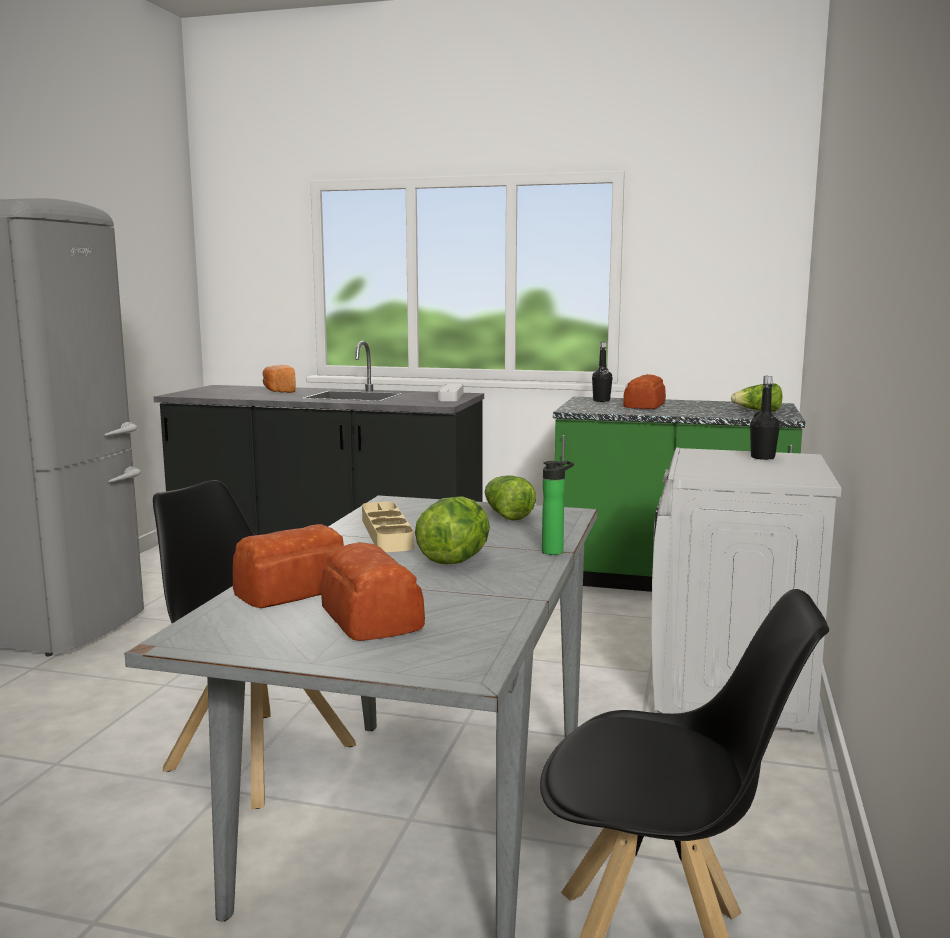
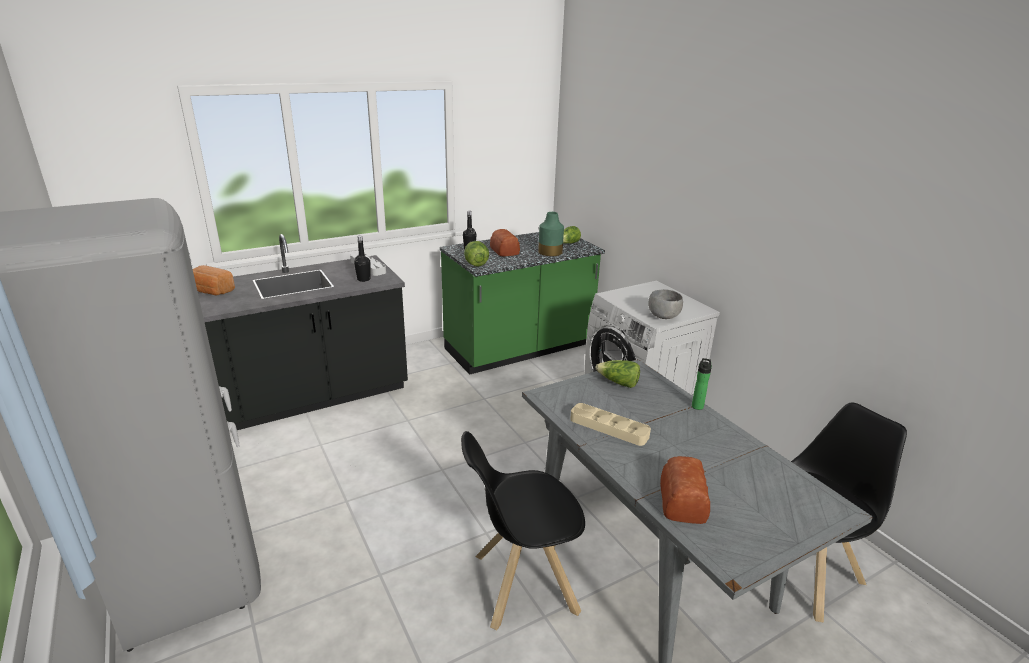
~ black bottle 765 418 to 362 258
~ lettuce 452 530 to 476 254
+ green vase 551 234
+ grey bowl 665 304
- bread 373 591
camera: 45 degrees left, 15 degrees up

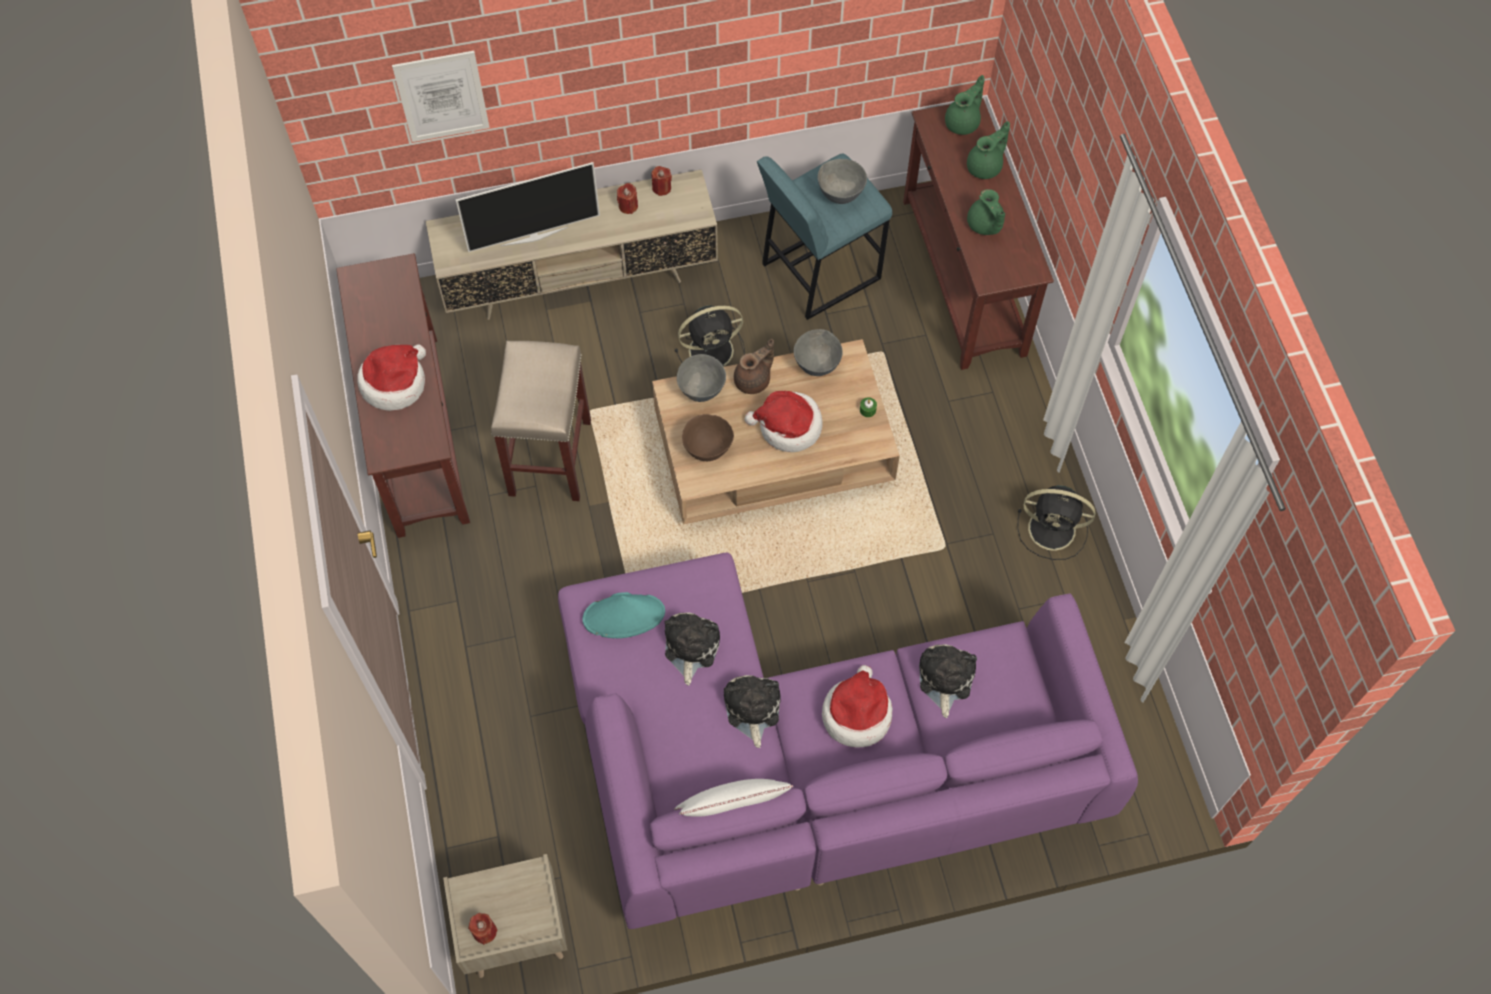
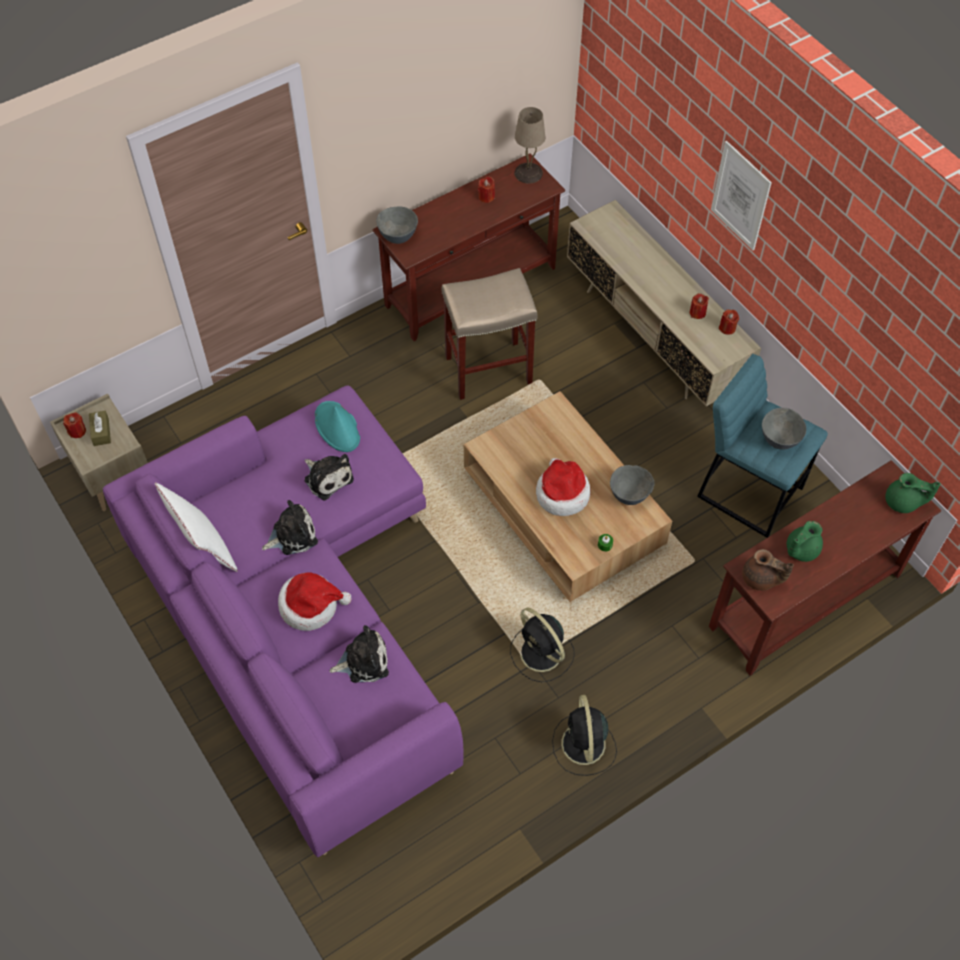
+ brown tissue box 100 428
~ plush toy 692 649 = 329 477 60 degrees clockwise
~ grey bowl 701 378 to 397 225
+ red candle 486 189
~ black fan 710 336 to 542 645
+ beige table lamp 530 145
~ picture 441 96 to 741 195
~ brown teapot 754 366 to 768 570
- hat 391 377
- television 528 207
- brown bowl 708 437
- green teapot 988 150
camera: 70 degrees right, 5 degrees down

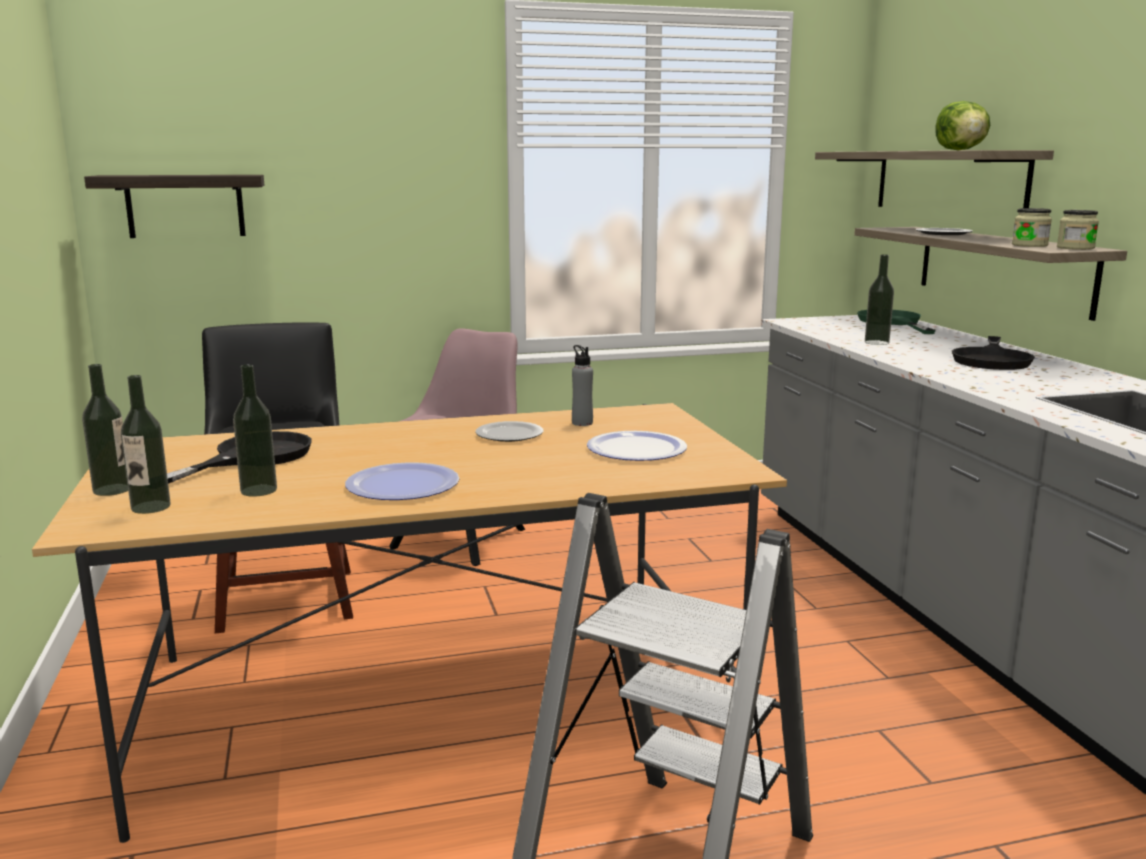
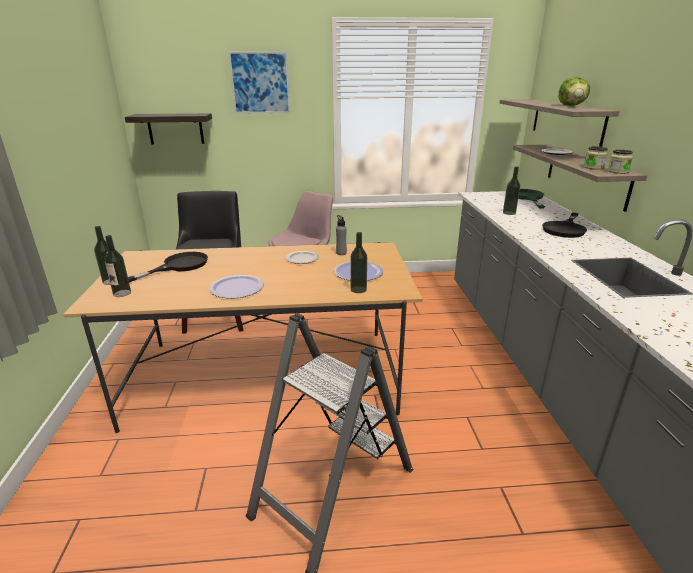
+ picture 259 82
~ bottle 255 430 to 358 262
camera: 10 degrees right, 10 degrees up

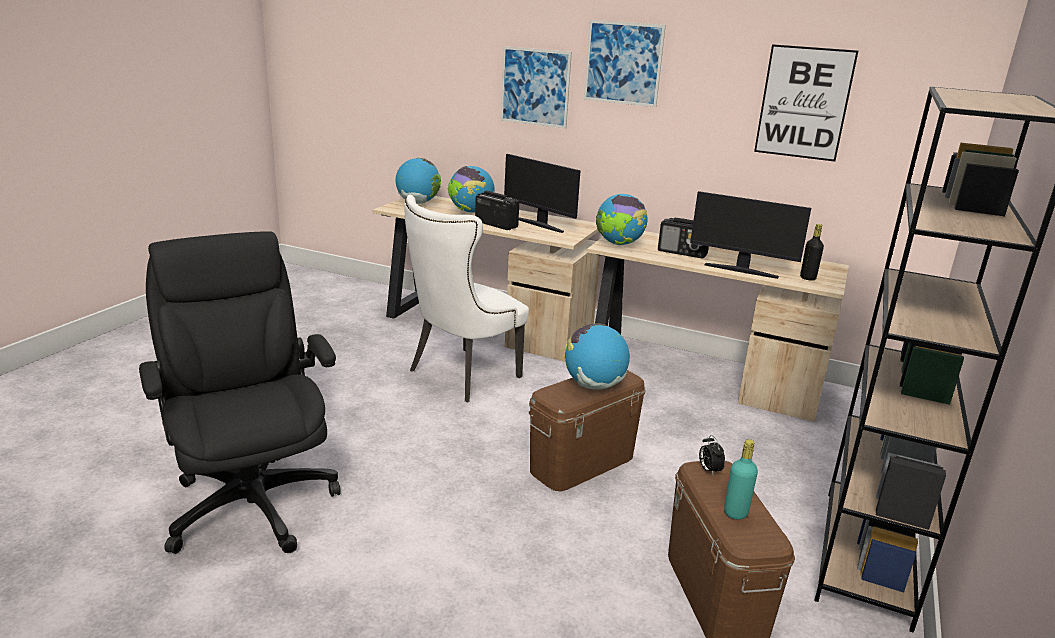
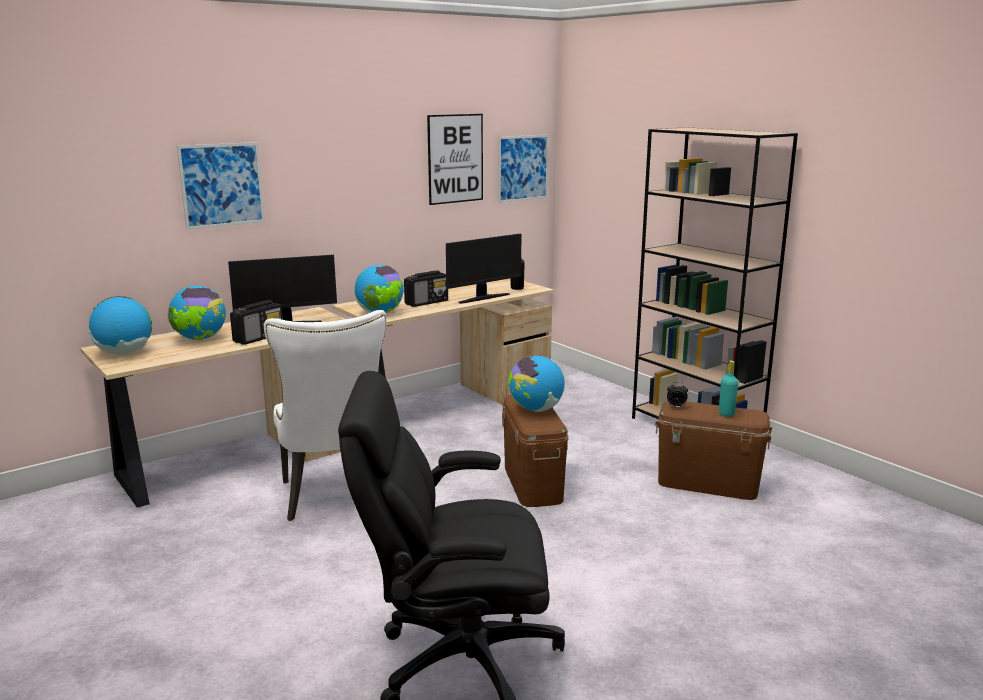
~ radio 497 210 = 256 322 150 degrees clockwise
~ picture 625 63 to 523 169
camera: 60 degrees left, 5 degrees down

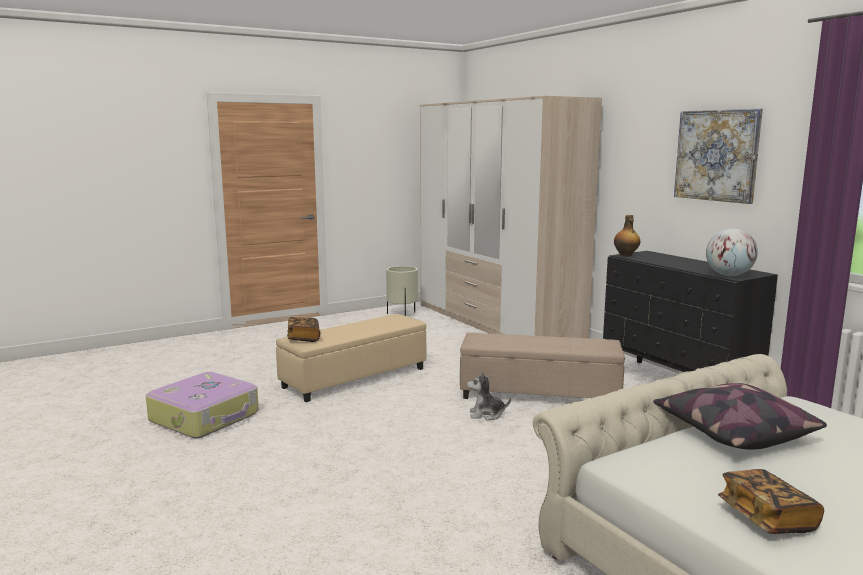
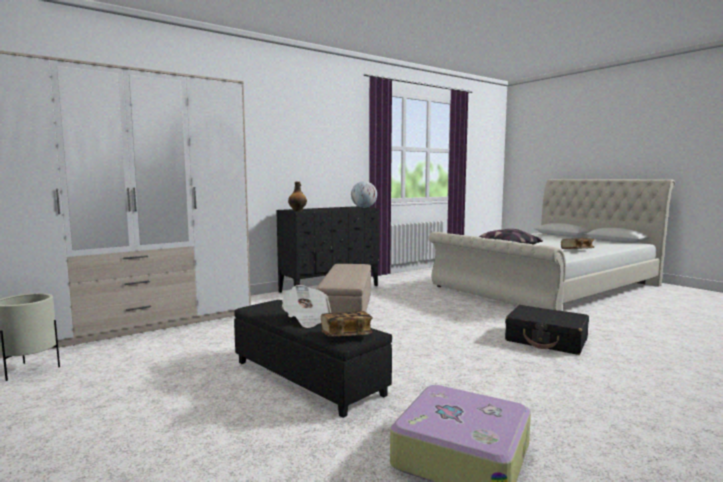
~ beige ottoman 351 358 to black ottoman 313 359
+ newspaper 306 306
+ black suitcase 547 330
- plush toy 489 396
- picture 718 156
camera: 95 degrees left, 5 degrees down

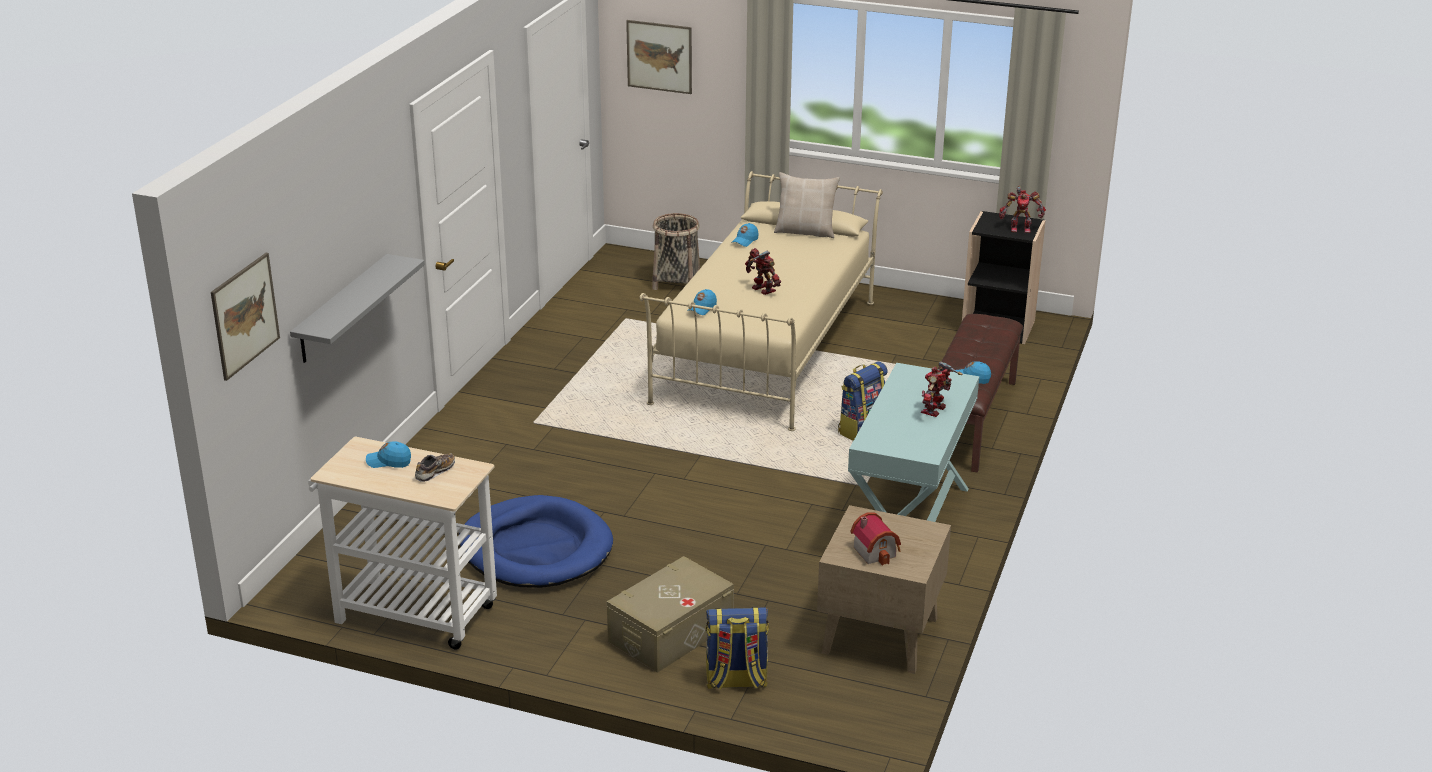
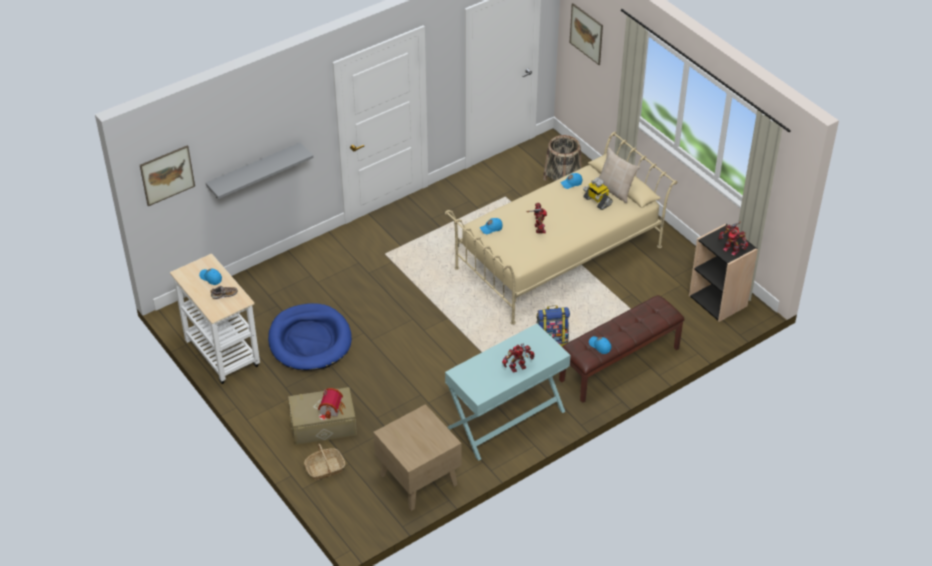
~ backpack 737 648 to basket 324 462
~ toy house 875 539 to 331 403
+ toy robot 598 193
camera: 35 degrees right, 15 degrees up

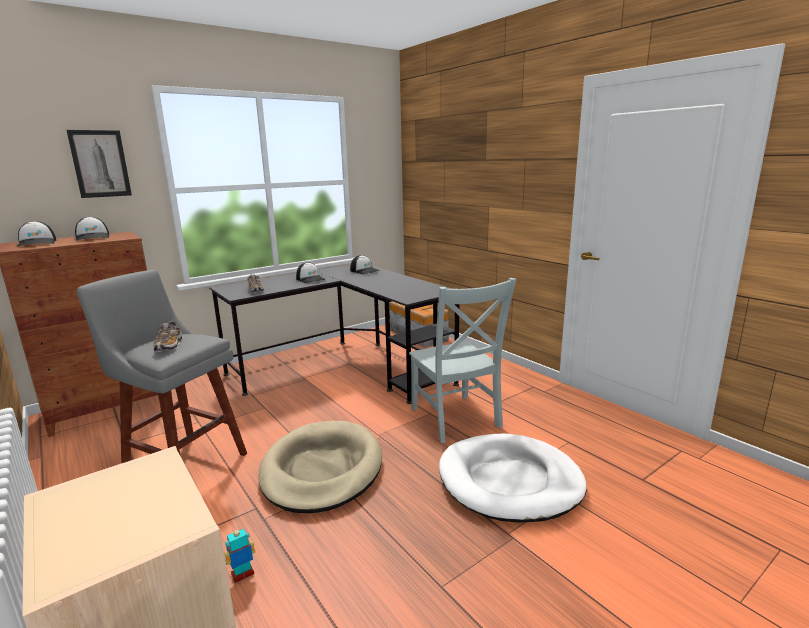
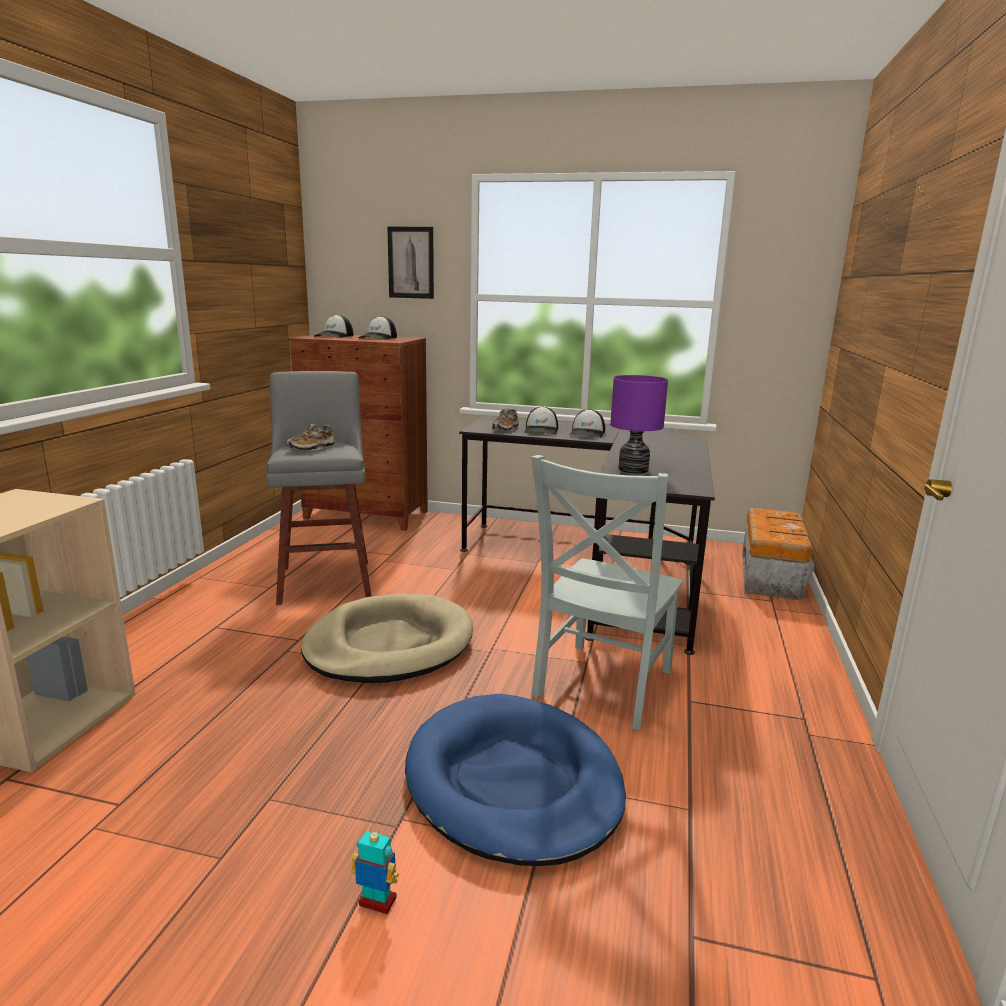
~ toy robot 240 554 to 375 870
~ white dog bed 513 478 to blue dog bed 515 780
~ cap 365 264 to 541 420
+ purple table lamp 639 424
camera: 50 degrees right, 0 degrees up

